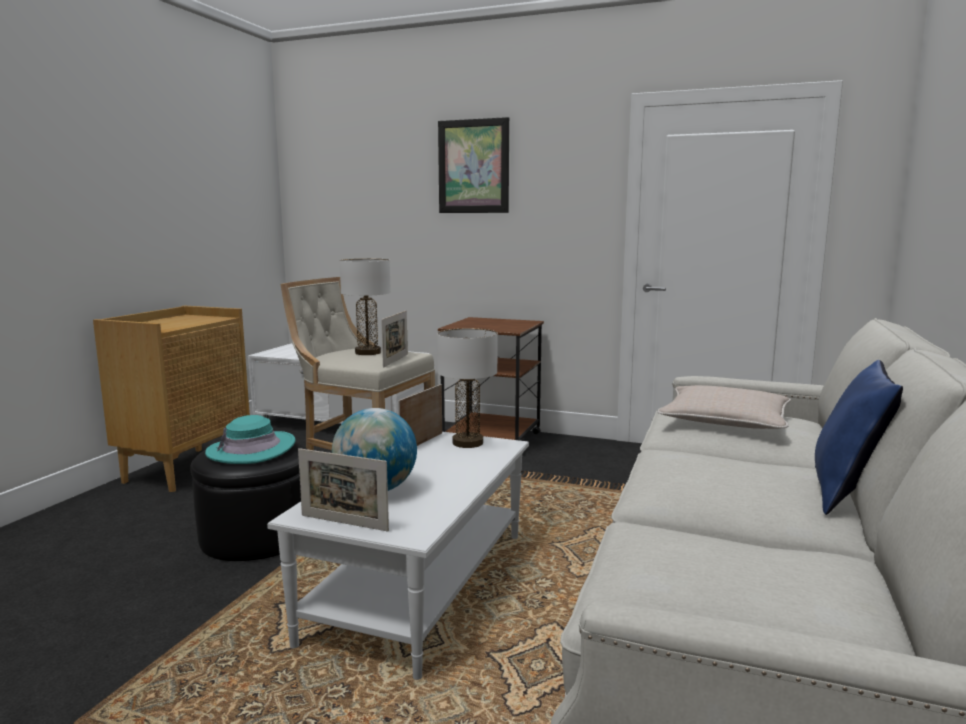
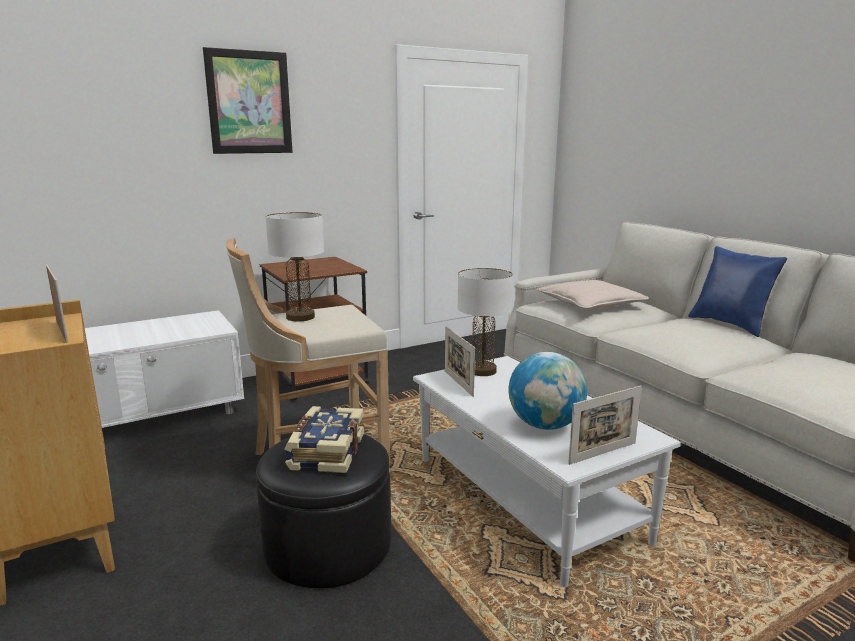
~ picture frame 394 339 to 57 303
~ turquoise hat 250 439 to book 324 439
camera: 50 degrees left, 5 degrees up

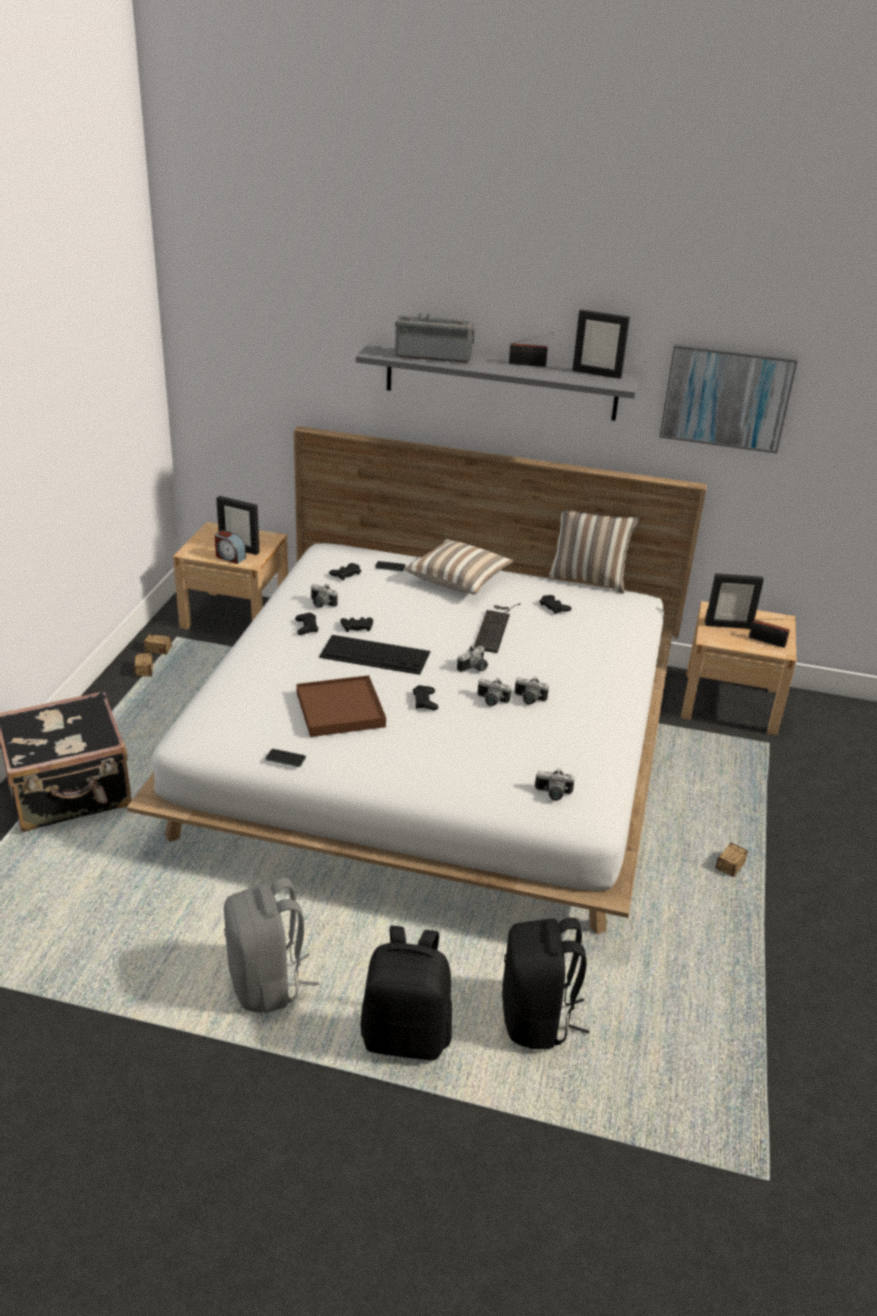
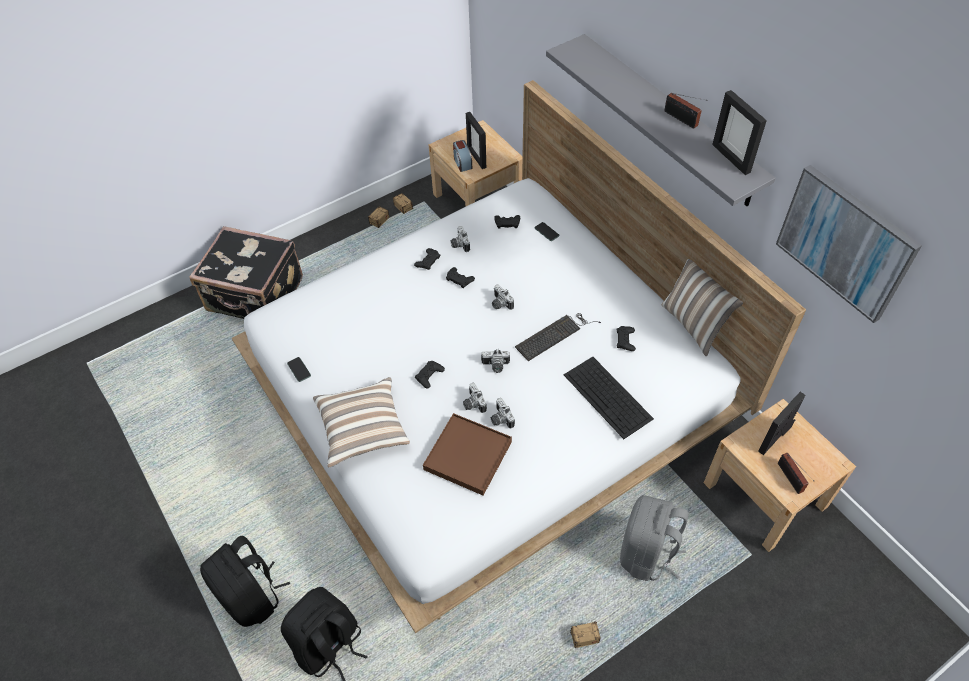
~ pillow 459 567 to 361 422
~ brown tray 341 706 to 467 454
~ photo camera 554 784 to 503 297
~ keyboard 374 655 to 609 398
~ grey backpack 271 945 to 654 538
~ picture frame 734 601 = 782 423 90 degrees clockwise
- radio 435 338
camera: 45 degrees right, 20 degrees up

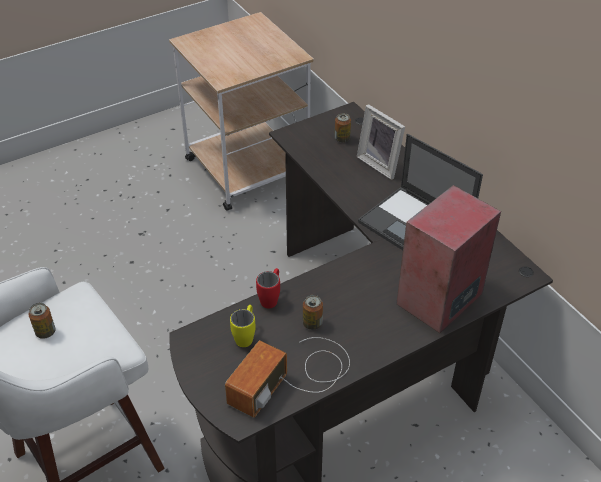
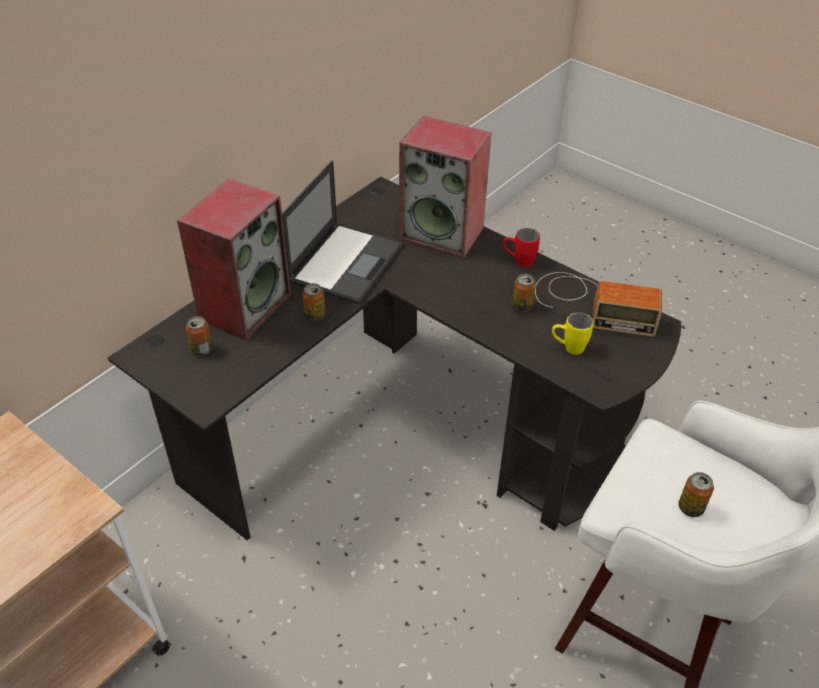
~ picture frame 381 142 to speaker 234 259
+ can 314 302
~ red mug 268 288 to 521 247
camera: 110 degrees left, 0 degrees up

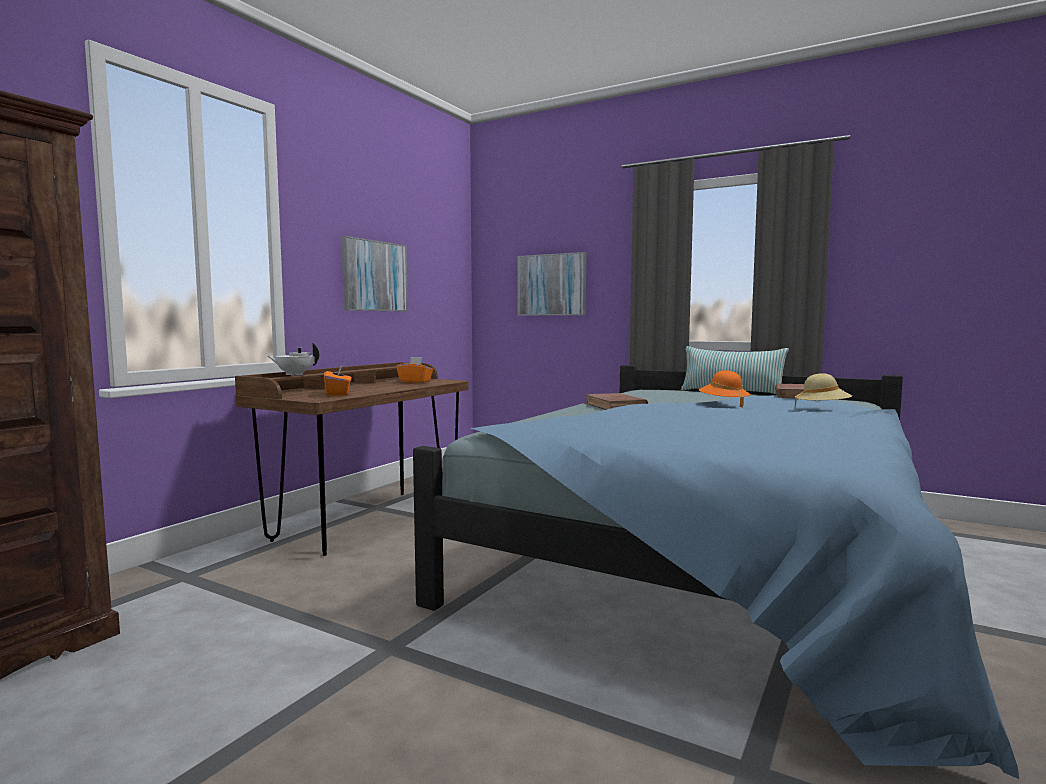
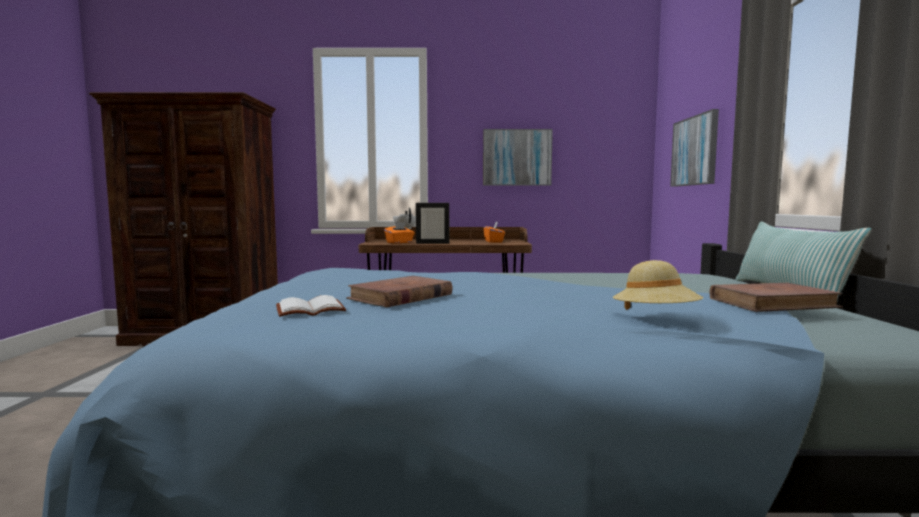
+ white book 311 306
~ brown book 616 401 to 399 291
+ picture frame 432 223
- orange hat 724 389
camera: 60 degrees right, 0 degrees up

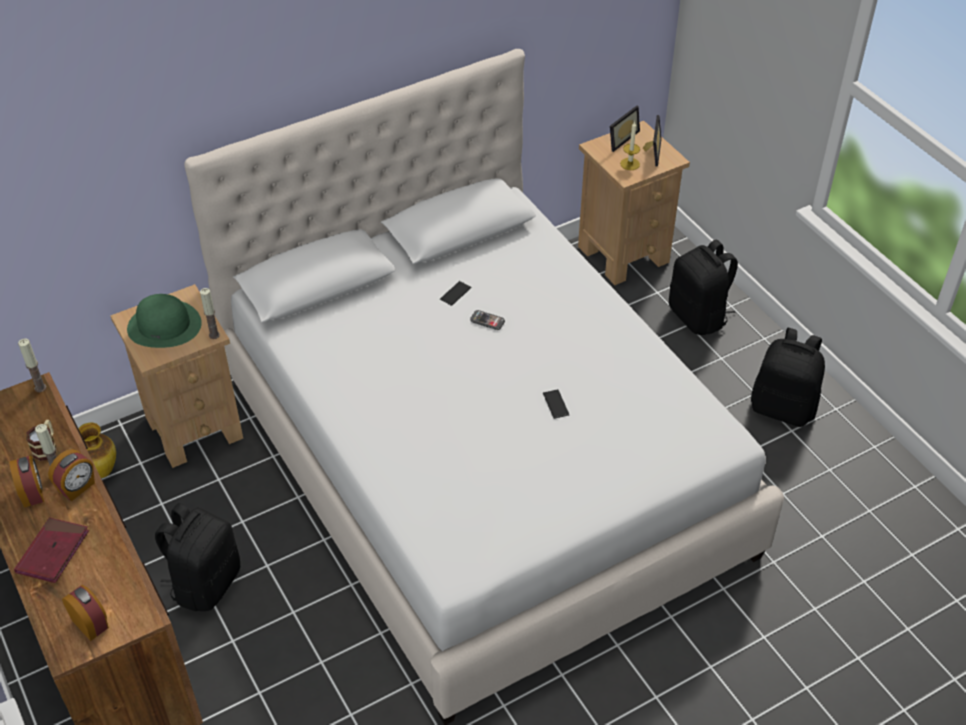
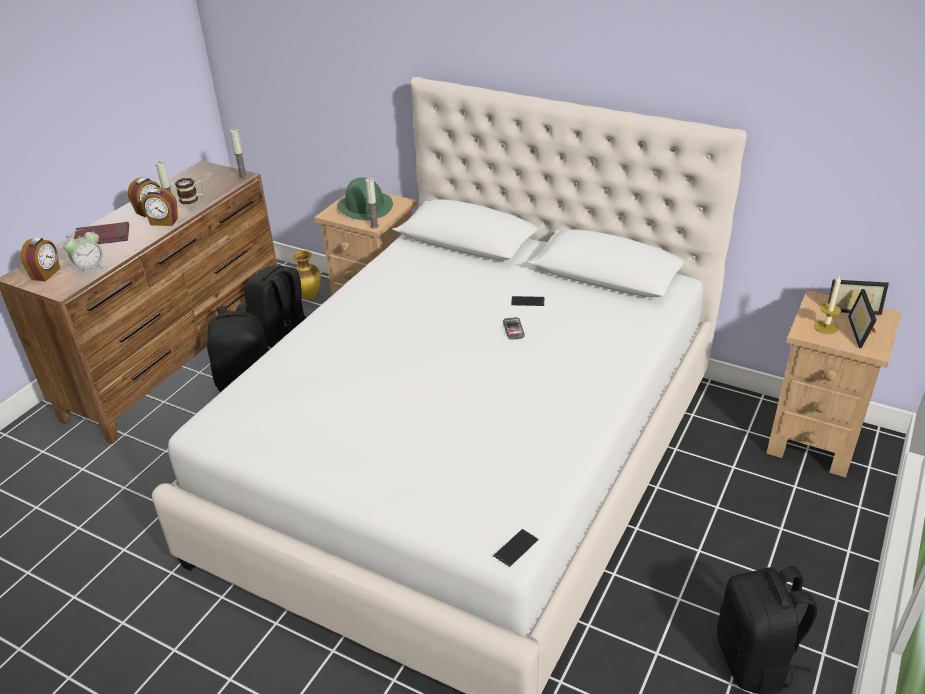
+ alarm clock 85 253
~ black backpack 703 287 to 275 306
~ phone 556 404 to 516 548
~ picture frame 652 140 = 862 318 120 degrees clockwise
camera: 60 degrees right, 10 degrees down

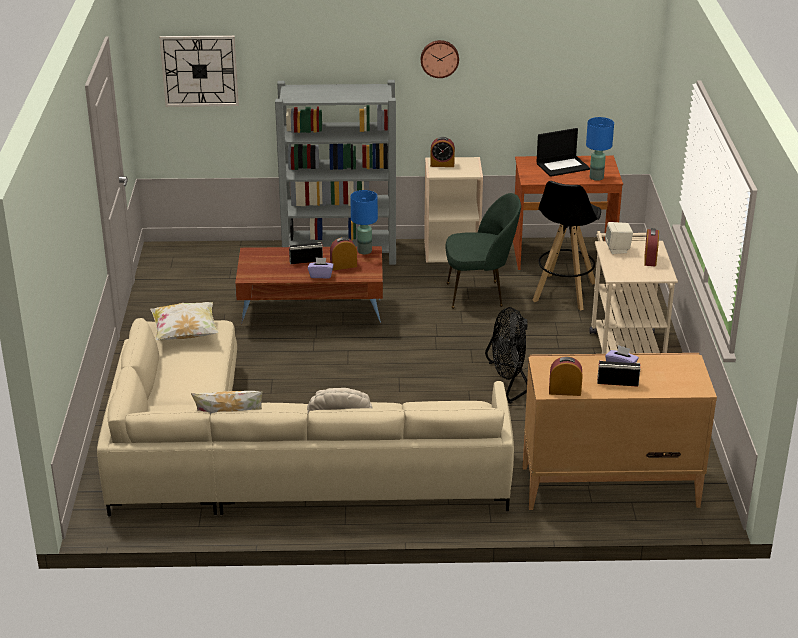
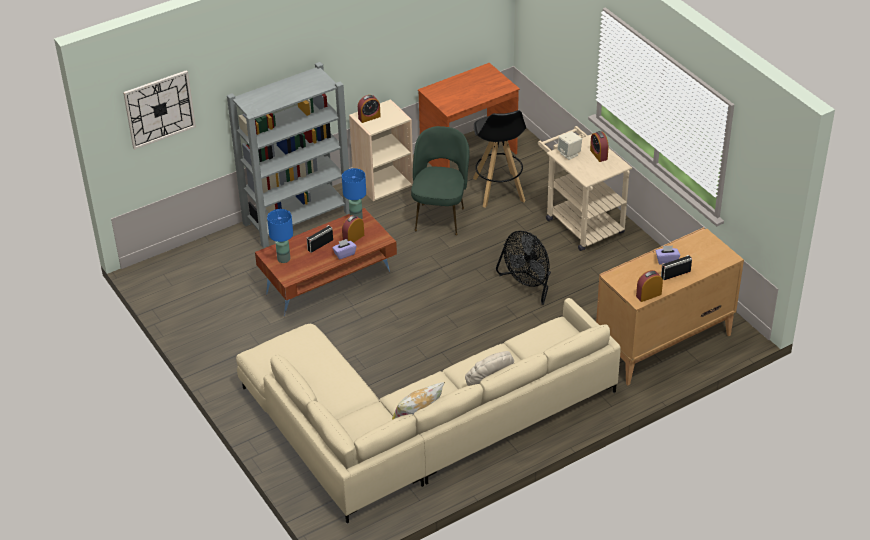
~ blue table lamp 600 149 to 280 236
~ green chair 483 251 = 440 180 45 degrees counterclockwise
- pillow 184 321
- wall clock 440 59
- laptop 563 152
camera: 30 degrees left, 10 degrees up

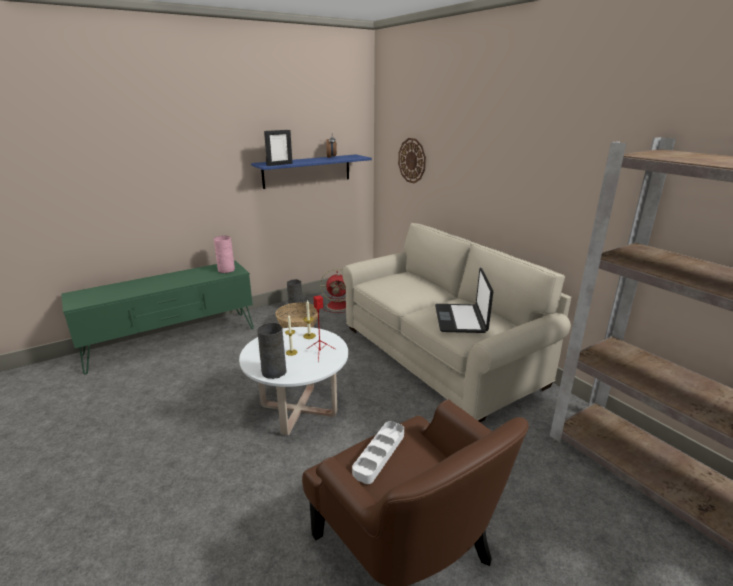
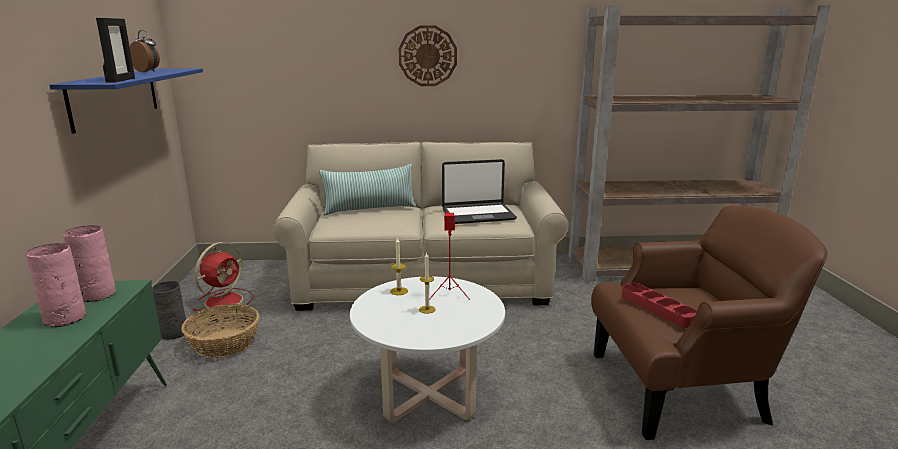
+ pink vase 56 285
+ pillow 367 190
~ wall clock 412 160 to 428 55
~ laptop 464 300 = 479 191 45 degrees counterclockwise
~ white tray 378 452 to red tray 659 305
- grey vase 271 351
camera: 60 degrees left, 5 degrees down

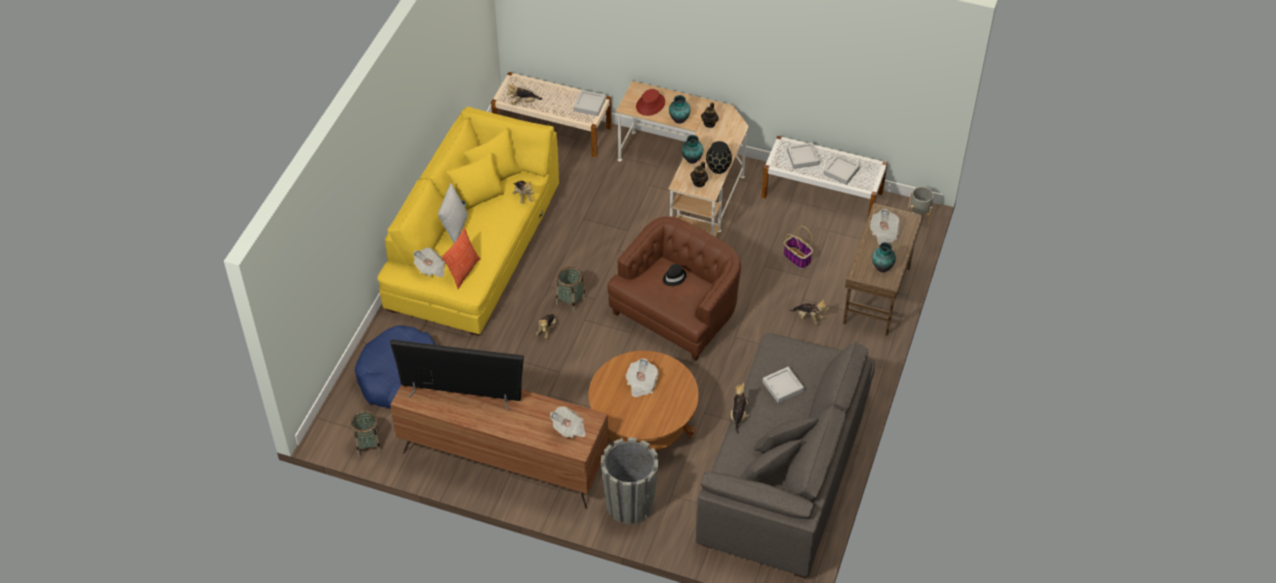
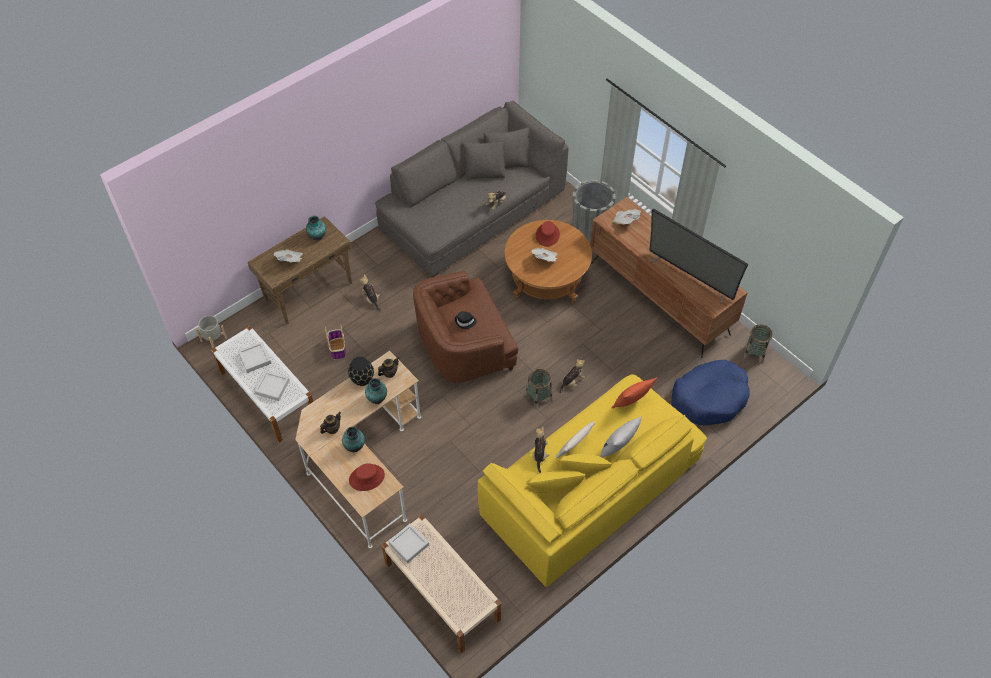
+ red hat 548 234
+ white pillow 575 439
- newspaper 429 262
- plush toy 525 94
- grey tray 783 385
camera: 150 degrees left, 5 degrees up

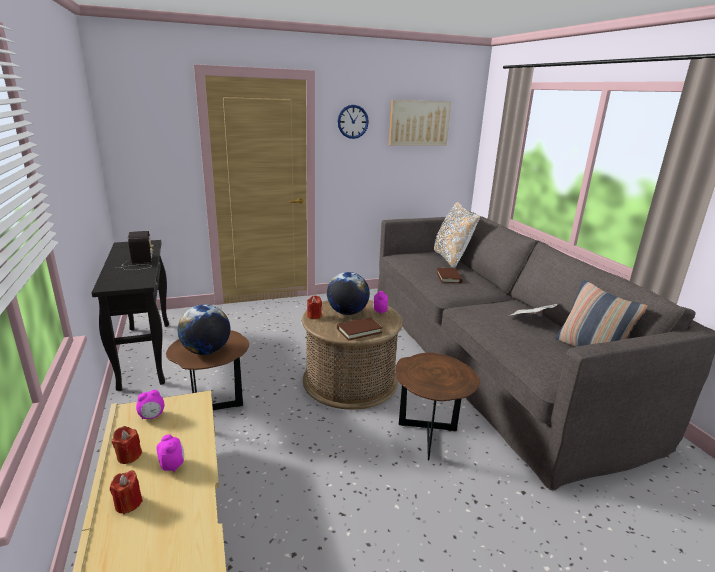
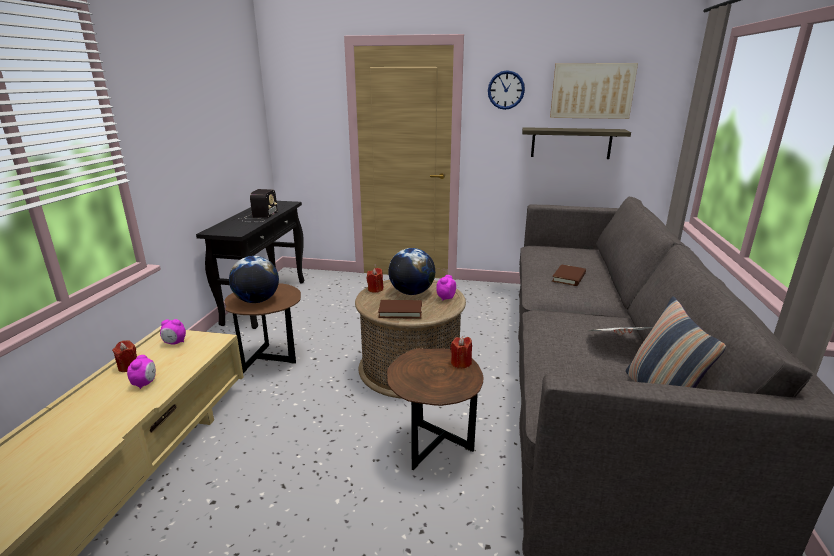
~ red candle 126 492 to 461 352
+ shelf 576 143
- white pillow 457 235
camera: 30 degrees right, 0 degrees up

